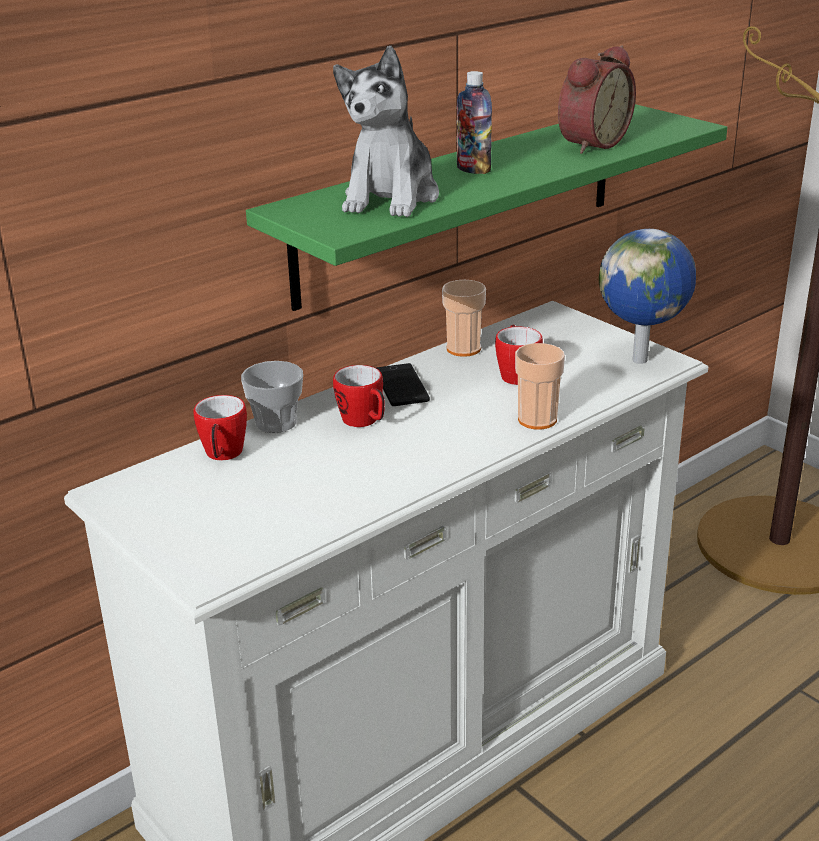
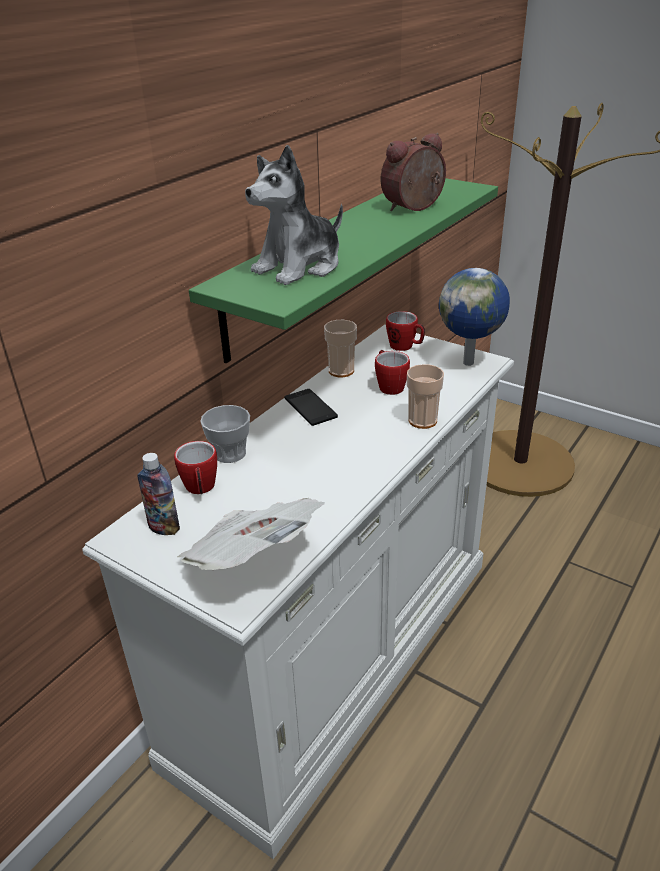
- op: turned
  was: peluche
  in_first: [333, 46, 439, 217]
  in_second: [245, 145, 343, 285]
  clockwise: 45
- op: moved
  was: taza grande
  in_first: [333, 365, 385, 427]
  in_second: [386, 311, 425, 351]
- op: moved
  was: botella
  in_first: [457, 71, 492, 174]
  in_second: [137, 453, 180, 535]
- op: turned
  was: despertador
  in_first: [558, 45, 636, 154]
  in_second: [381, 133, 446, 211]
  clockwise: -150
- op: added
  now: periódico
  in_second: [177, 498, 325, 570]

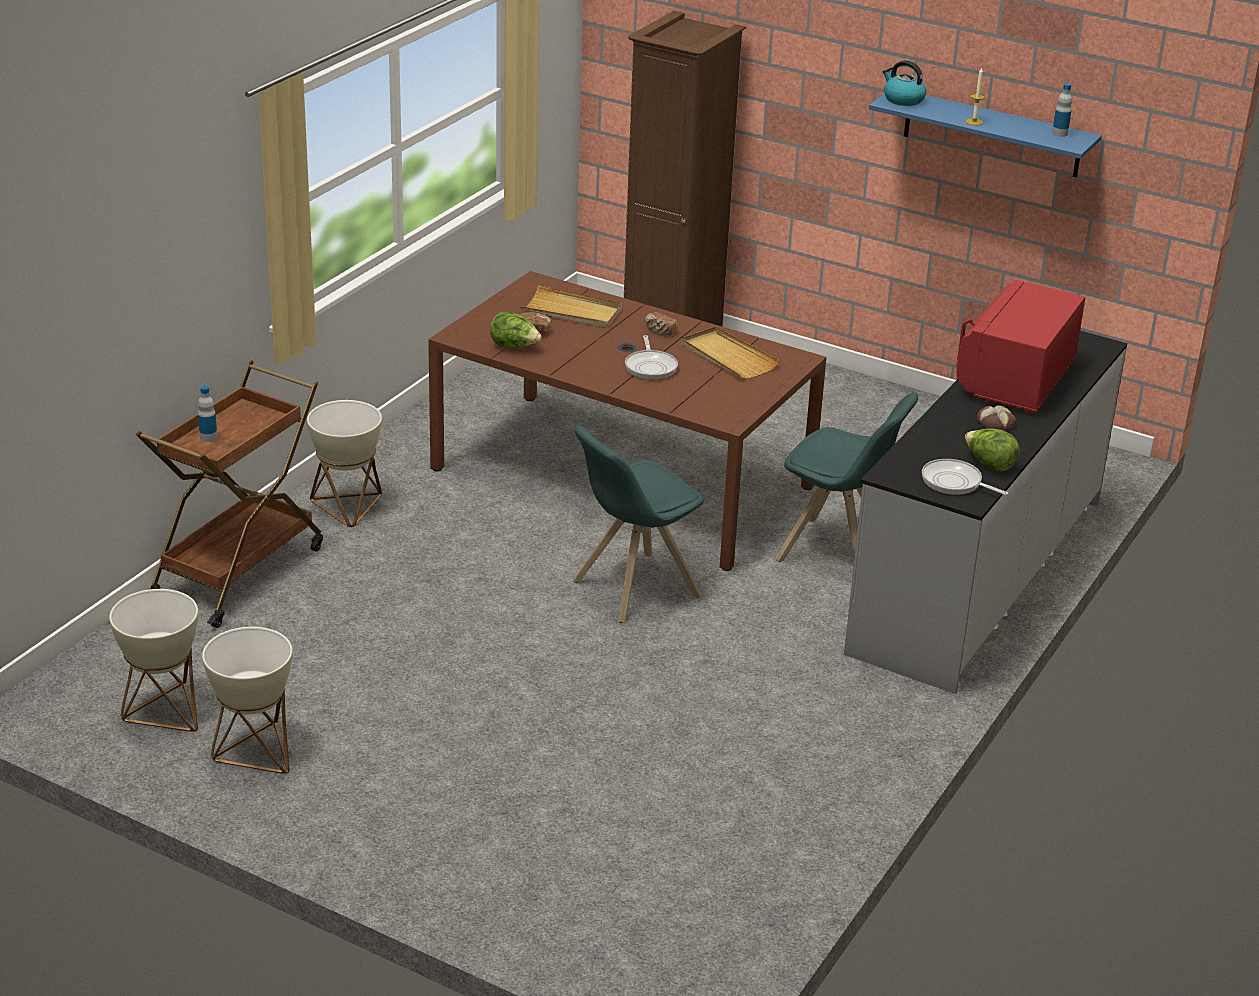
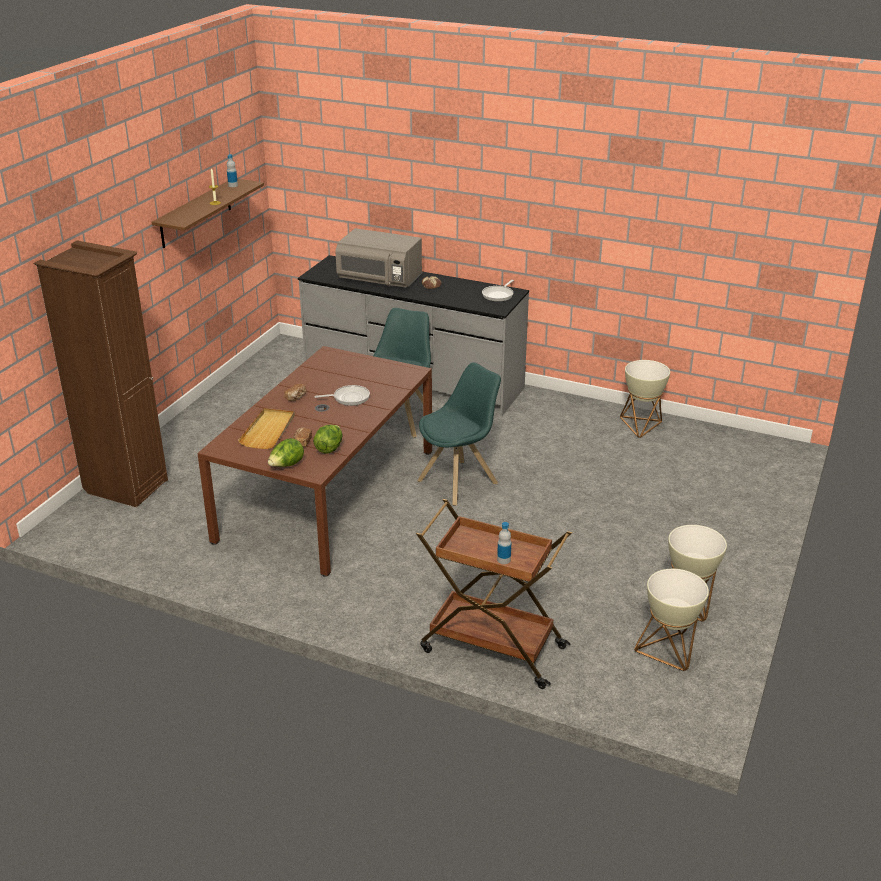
- op: moved
  was: maceta
  in_first: [307, 400, 382, 527]
  in_second: [620, 360, 670, 438]
- op: turned
  was: silla (turquesa)
  in_first: [573, 425, 704, 623]
  in_second: [417, 362, 501, 506]
  clockwise: -90
- op: removed
  was: bandeja (beis)
  in_first: [681, 327, 780, 379]
- op: recoloured
  was: estante (azul)
  now: estante (marrón)
  in_first: [869, 94, 1102, 177]
  in_second: [152, 179, 264, 248]
- op: removed
  was: hervidor
  in_first: [882, 60, 927, 106]
- op: recoloured
  was: microondas (rojo)
  now: microondas (gris)
  in_first: [956, 280, 1085, 414]
  in_second: [335, 228, 422, 288]
- op: moved
  was: lechuga
  in_first: [965, 429, 1020, 472]
  in_second: [268, 438, 304, 467]

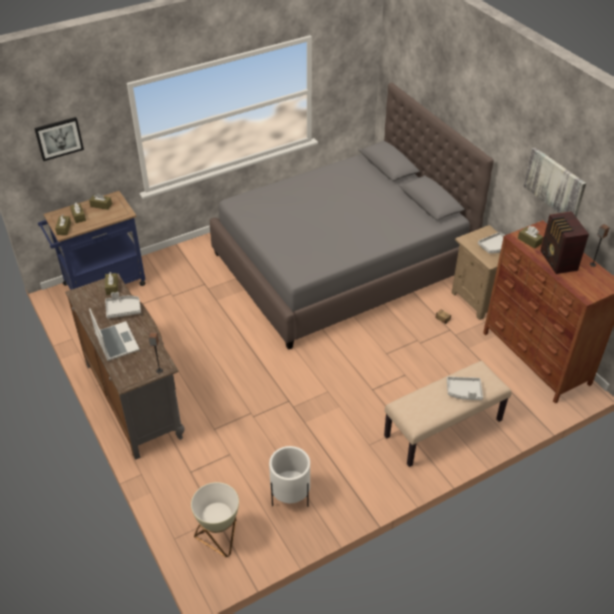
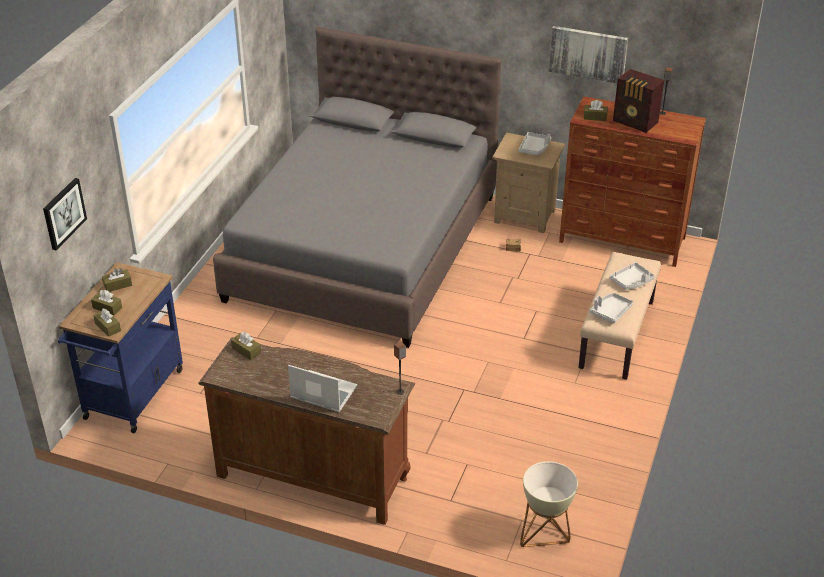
- op: recoloured
  was: cómoda (gris)
  now: cómoda (marrón)
  in_first: [65, 274, 184, 460]
  in_second: [198, 337, 415, 525]
- op: moved
  was: bandeja (gris)
  in_first: [105, 292, 141, 319]
  in_second: [590, 293, 633, 324]
- op: removed
  was: maceta (blanco)
  in_first: [269, 446, 310, 507]

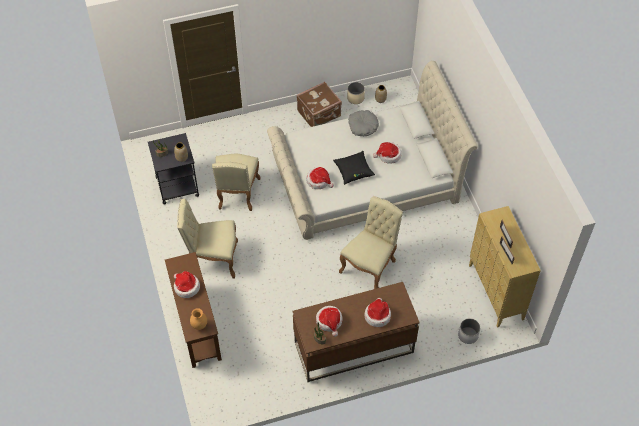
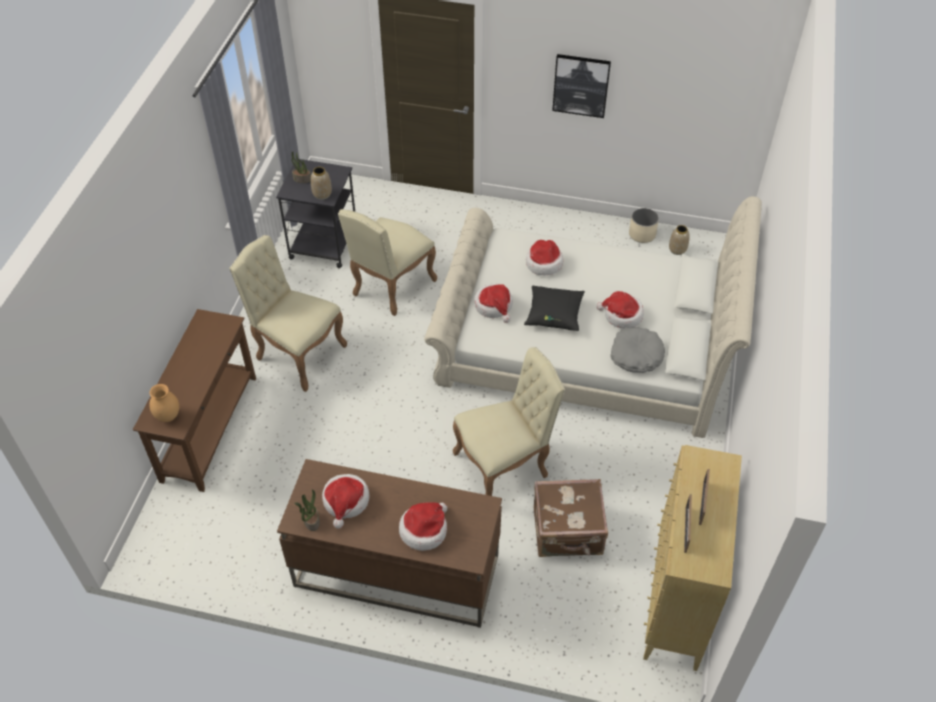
- op: moved
  was: sombrero
  in_first: [174, 271, 200, 298]
  in_second: [526, 240, 563, 275]
- op: moved
  was: maleta (marrón)
  in_first: [296, 81, 342, 127]
  in_second: [534, 479, 608, 557]
- op: moved
  was: cojín (gris)
  in_first: [348, 110, 379, 136]
  in_second: [610, 327, 665, 373]
- op: removed
  was: maceta (blanco)
  in_first: [458, 318, 480, 344]
- op: added
  now: cuadro
  in_second: [552, 54, 611, 118]

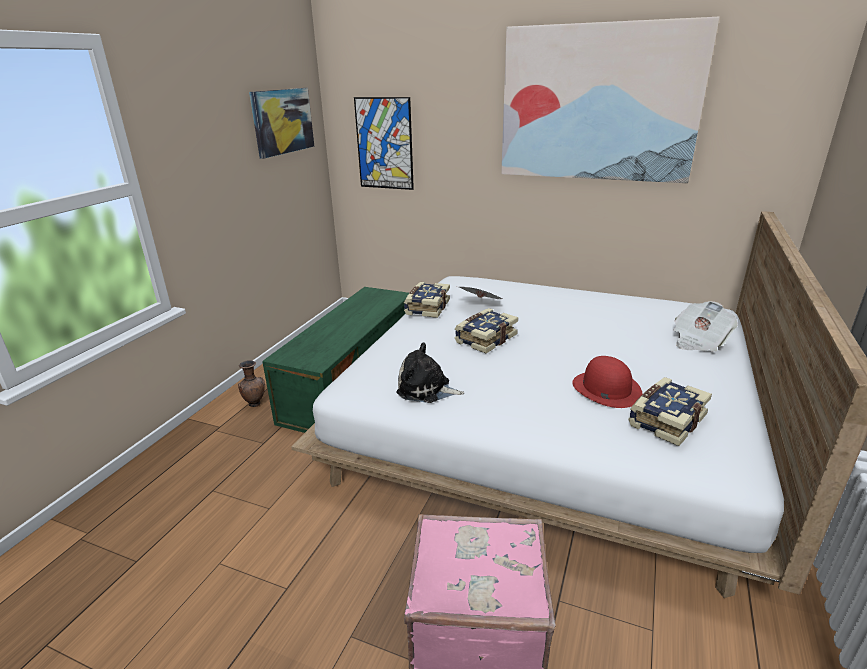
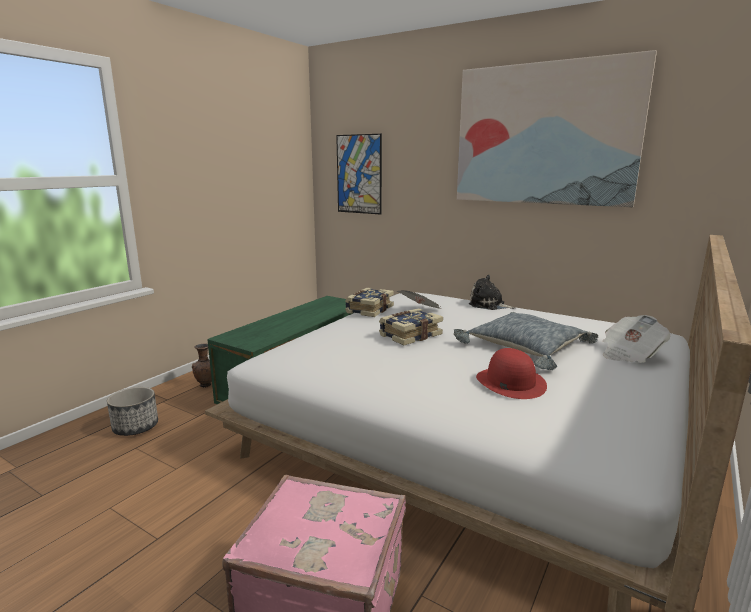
- op: removed
  was: cuadro
  in_first: [249, 88, 314, 159]
- op: moved
  was: peluche
  in_first: [396, 343, 464, 403]
  in_second: [469, 275, 515, 310]
- op: removed
  was: libro
  in_first: [628, 377, 712, 446]
- op: added
  now: maceta
  in_second: [107, 387, 158, 436]
- op: added
  now: cojín
  in_second: [453, 312, 598, 370]

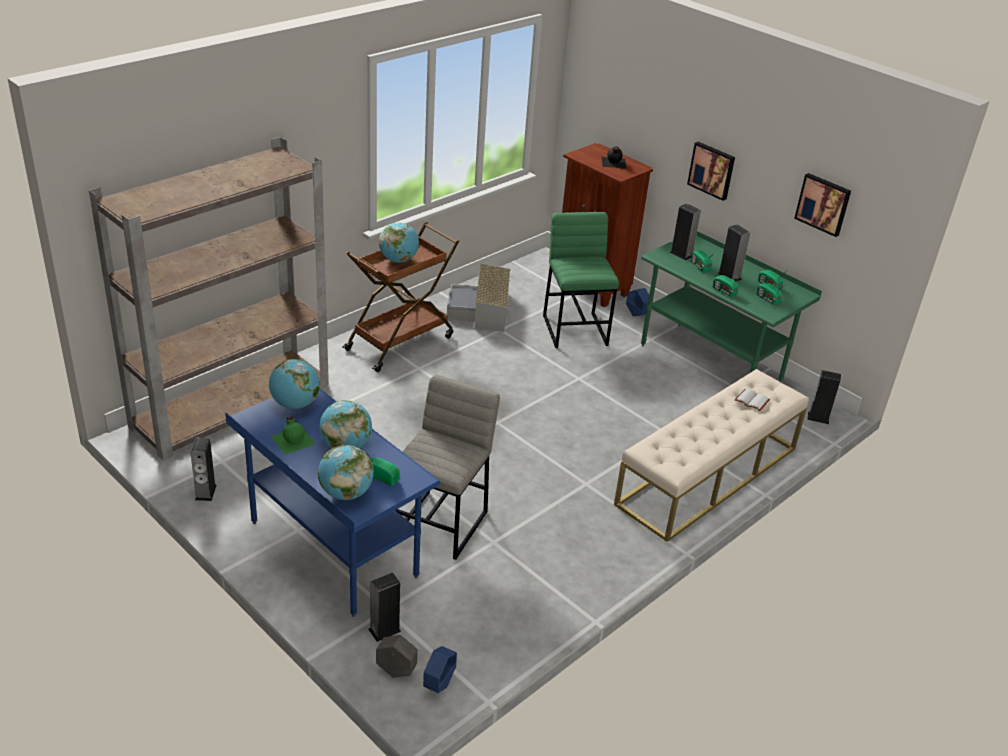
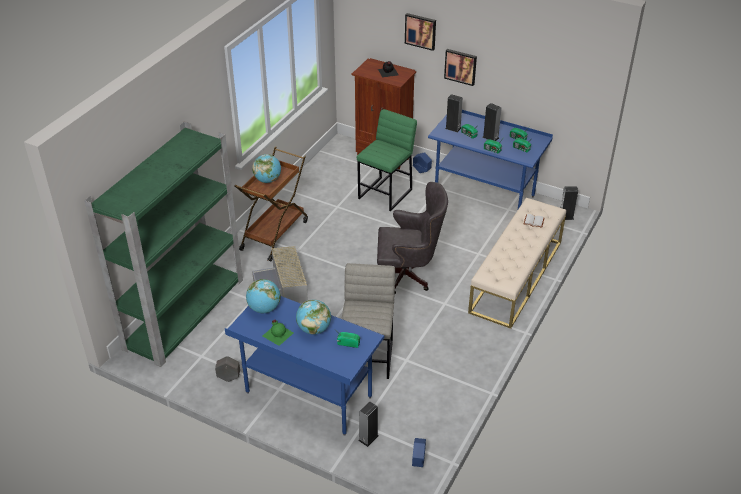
- op: recoloured
  was: estantería (marrón)
  now: estantería (verde)
  in_first: [89, 137, 329, 460]
  in_second: [84, 121, 243, 367]
- op: removed
  was: altavoz
  in_first: [191, 438, 217, 501]
- op: removed
  was: globo terráqueo
  in_first: [318, 445, 374, 500]
- op: moved
  was: maceta (gris)
  in_first: [376, 635, 418, 678]
  in_second: [215, 356, 240, 382]
- op: moved
  was: caja de almacenaje (gris)
  in_first: [447, 264, 510, 332]
  in_second: [252, 246, 308, 303]
- op: turned
  was: silla (verde)
  in_first: [543, 212, 619, 348]
  in_second: [357, 109, 417, 211]
  clockwise: 60
- op: recoloured
  was: escritorio (verde)
  now: escritorio (azul)
  in_first: [641, 231, 822, 382]
  in_second: [428, 110, 553, 211]
- op: moved
  was: cuadro
  in_first: [794, 173, 851, 237]
  in_second: [405, 13, 436, 51]
- op: added
  now: silla de oficina (gris)
  in_second: [377, 182, 448, 295]

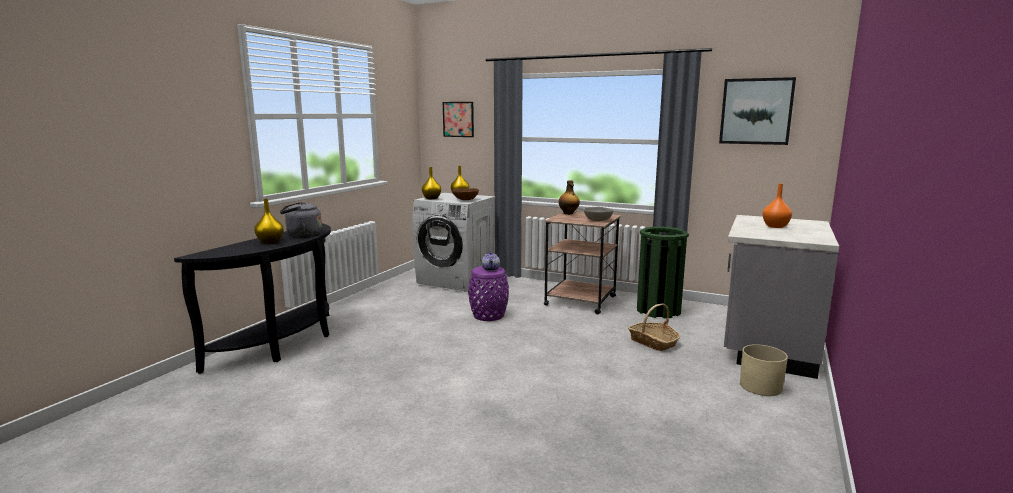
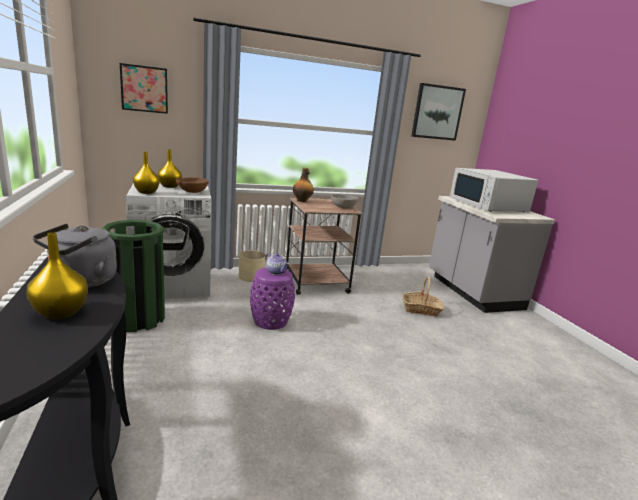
- op: moved
  was: papelera (verde)
  in_first: [637, 226, 689, 319]
  in_second: [101, 220, 165, 332]
- op: moved
  was: maceta (beis)
  in_first: [740, 344, 788, 396]
  in_second: [239, 250, 266, 282]
- op: replaced
  was: florero (naranja)
  now: microondas (blanco)
  in_first: [763, 184, 792, 228]
  in_second: [450, 168, 538, 212]

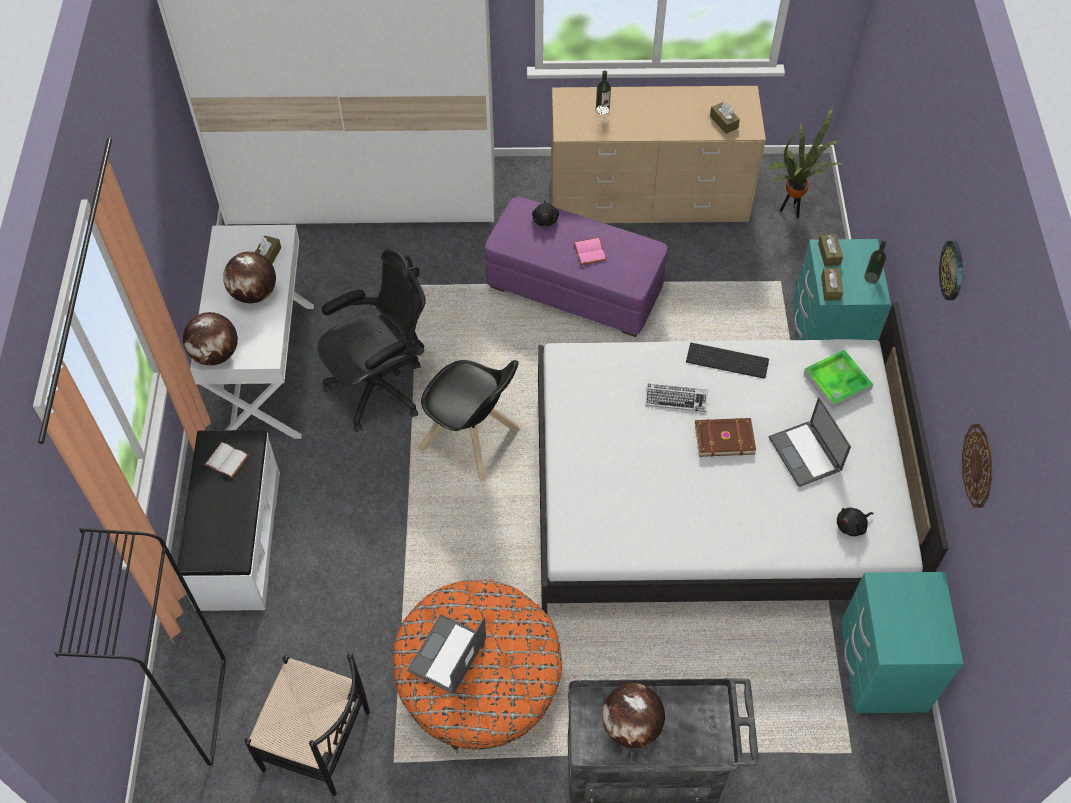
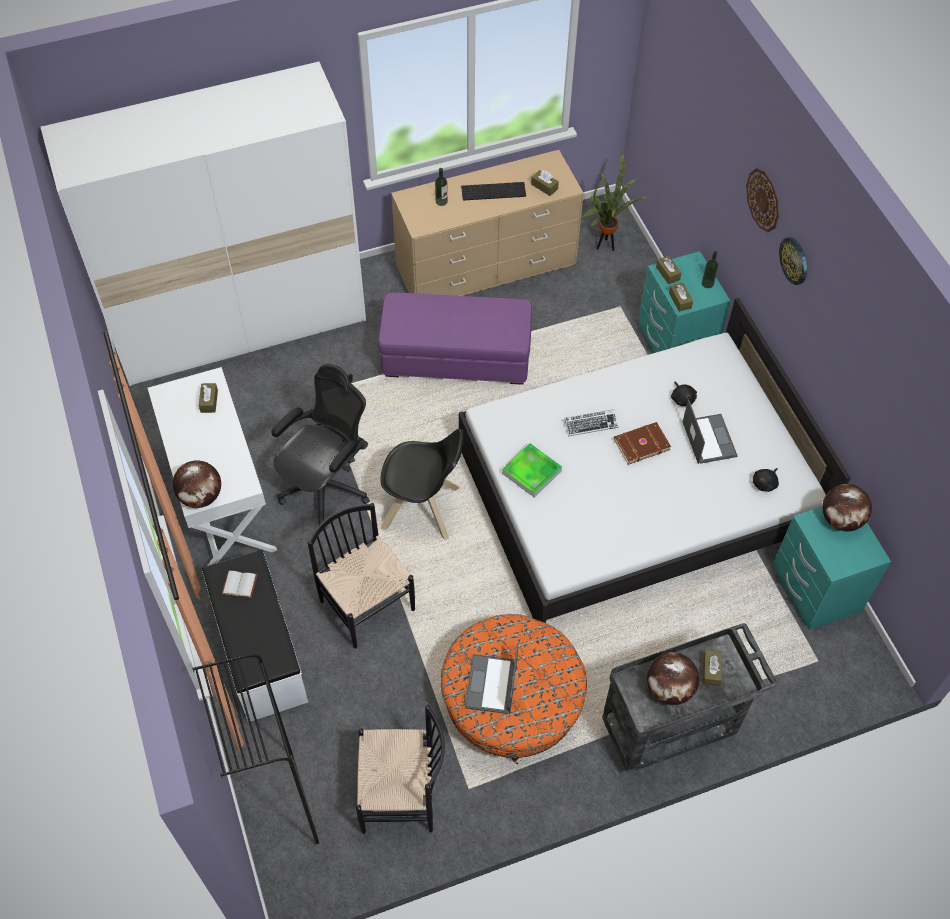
- op: moved
  was: globo terráqueo
  in_first: [223, 252, 276, 303]
  in_second: [822, 484, 872, 531]
- op: moved
  was: peluche (negro)
  in_first: [532, 201, 559, 226]
  in_second: [671, 382, 697, 406]
- op: removed
  was: libro (rosa)
  in_first: [573, 237, 607, 265]
- op: moved
  was: teclado
  in_first: [686, 343, 769, 379]
  in_second: [461, 182, 526, 201]
- op: turned
  was: portátil
  in_first: [768, 397, 851, 487]
  in_second: [683, 399, 738, 464]
  clockwise: -150
- op: moved
  was: bandeja
  in_first: [803, 349, 873, 409]
  in_second: [502, 443, 562, 498]
- op: moved
  was: reloj de pared
  in_first: [962, 424, 992, 508]
  in_second: [746, 168, 779, 232]
- op: added
  now: silla (negro)
  in_second: [308, 503, 415, 648]
- op: added
  now: caja de pañuelos (marrón)
  in_second: [703, 650, 722, 686]

